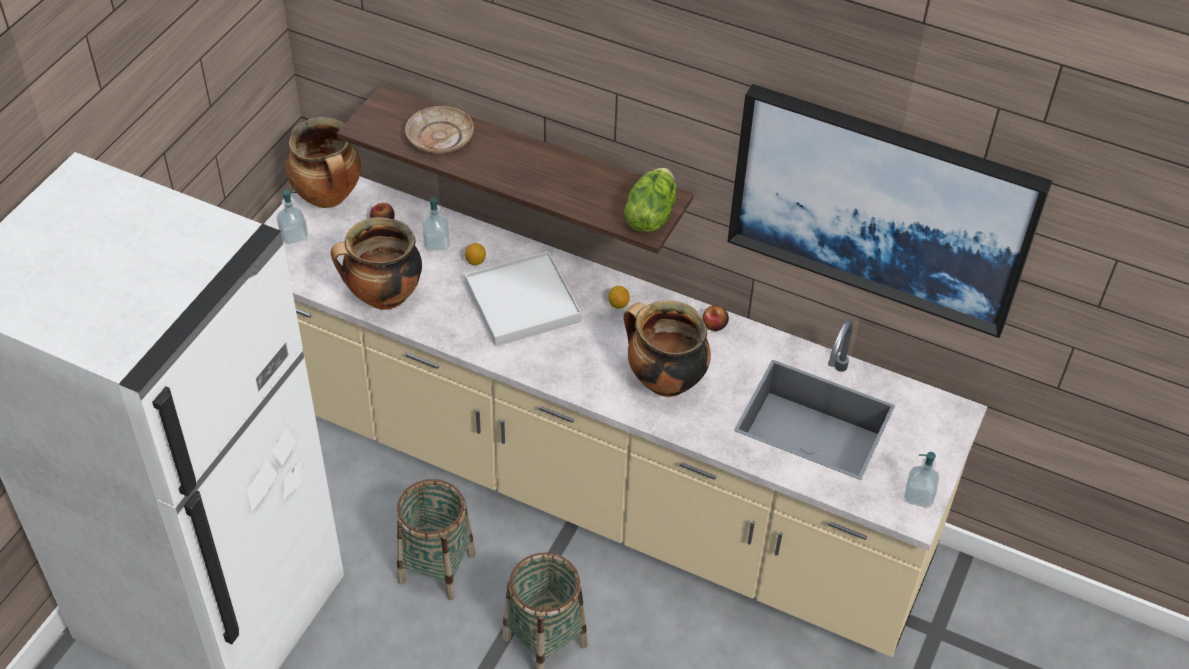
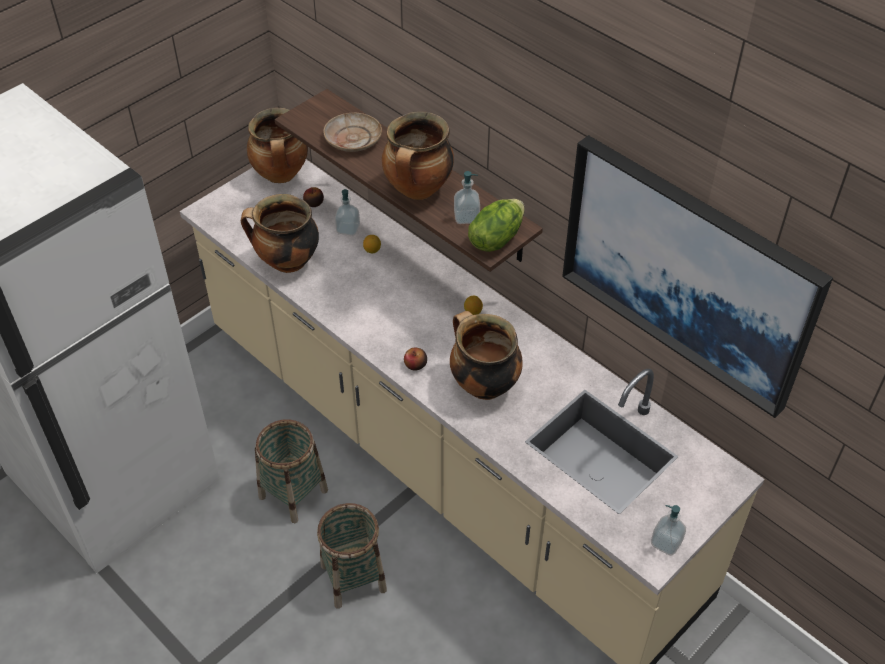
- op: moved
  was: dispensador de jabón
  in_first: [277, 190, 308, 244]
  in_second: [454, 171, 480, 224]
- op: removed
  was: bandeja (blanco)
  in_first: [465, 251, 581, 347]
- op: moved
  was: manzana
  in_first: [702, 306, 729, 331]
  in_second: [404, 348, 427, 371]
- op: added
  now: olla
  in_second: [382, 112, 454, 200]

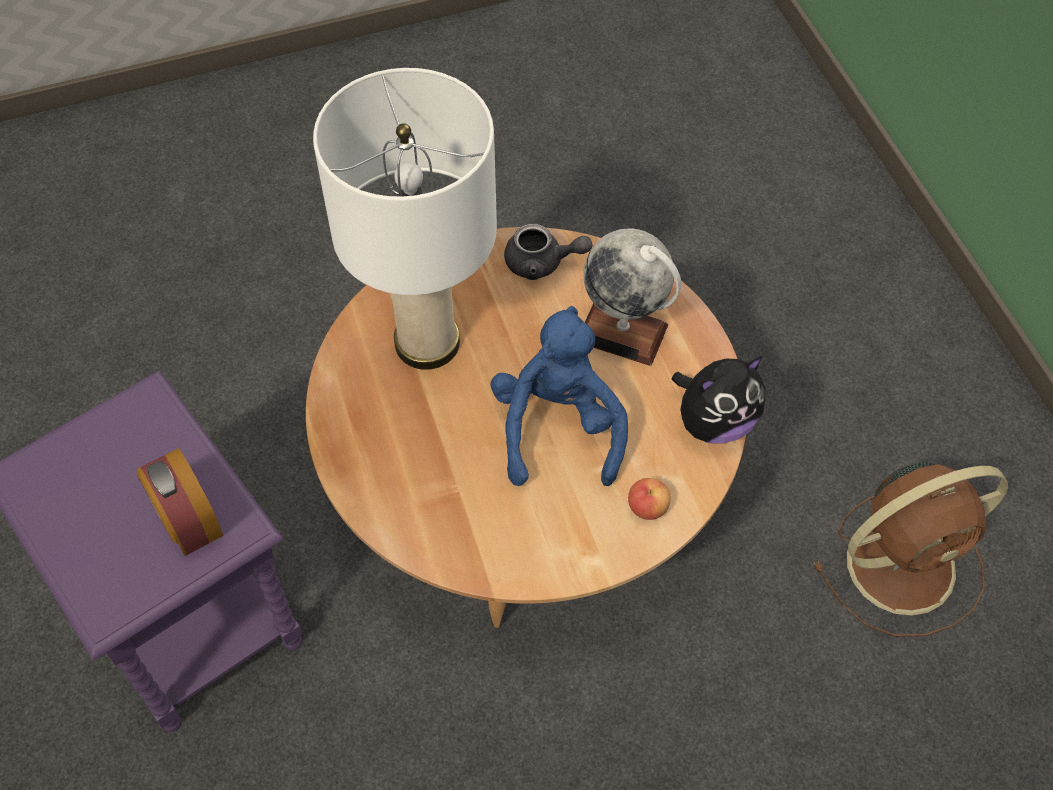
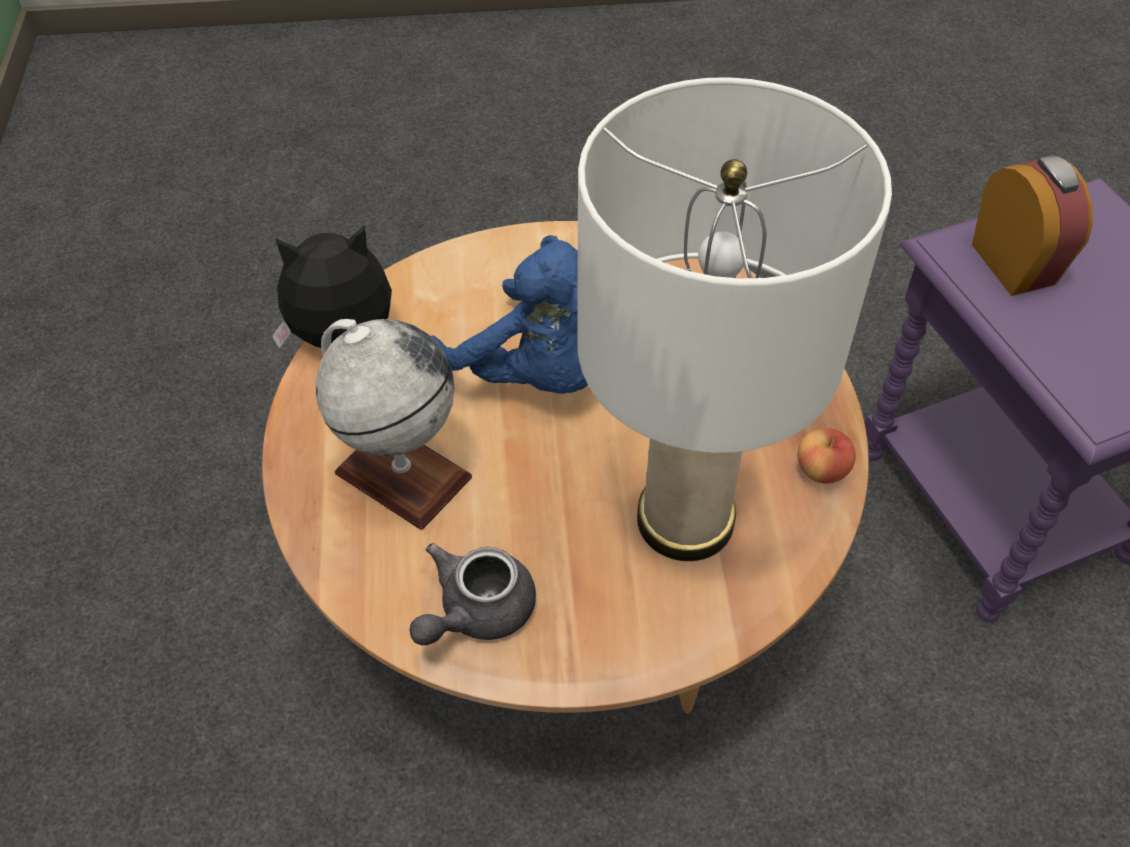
- op: turned
  was: peluche (azul)
  in_first: [490, 306, 628, 486]
  in_second: [431, 235, 588, 394]
  clockwise: -60
- op: turned
  was: tetera (gris)
  in_first: [504, 224, 592, 280]
  in_second: [410, 543, 536, 645]
  clockwise: -75
- op: moved
  was: manzana
  in_first: [628, 478, 671, 520]
  in_second: [797, 428, 856, 484]
- op: removed
  was: ventilador (marrón)
  in_first: [813, 462, 1008, 637]

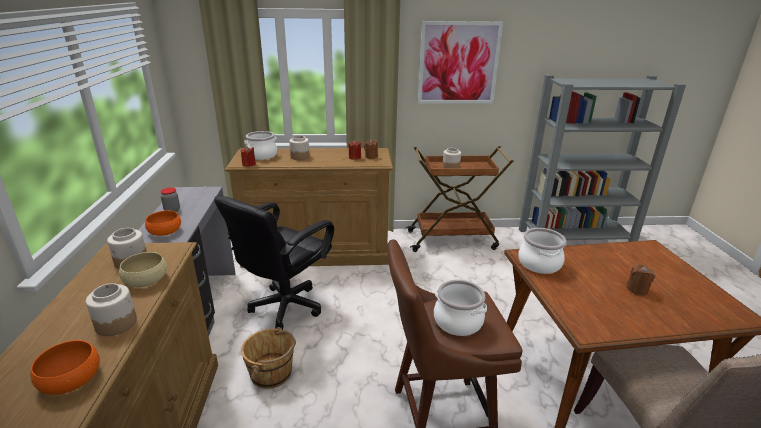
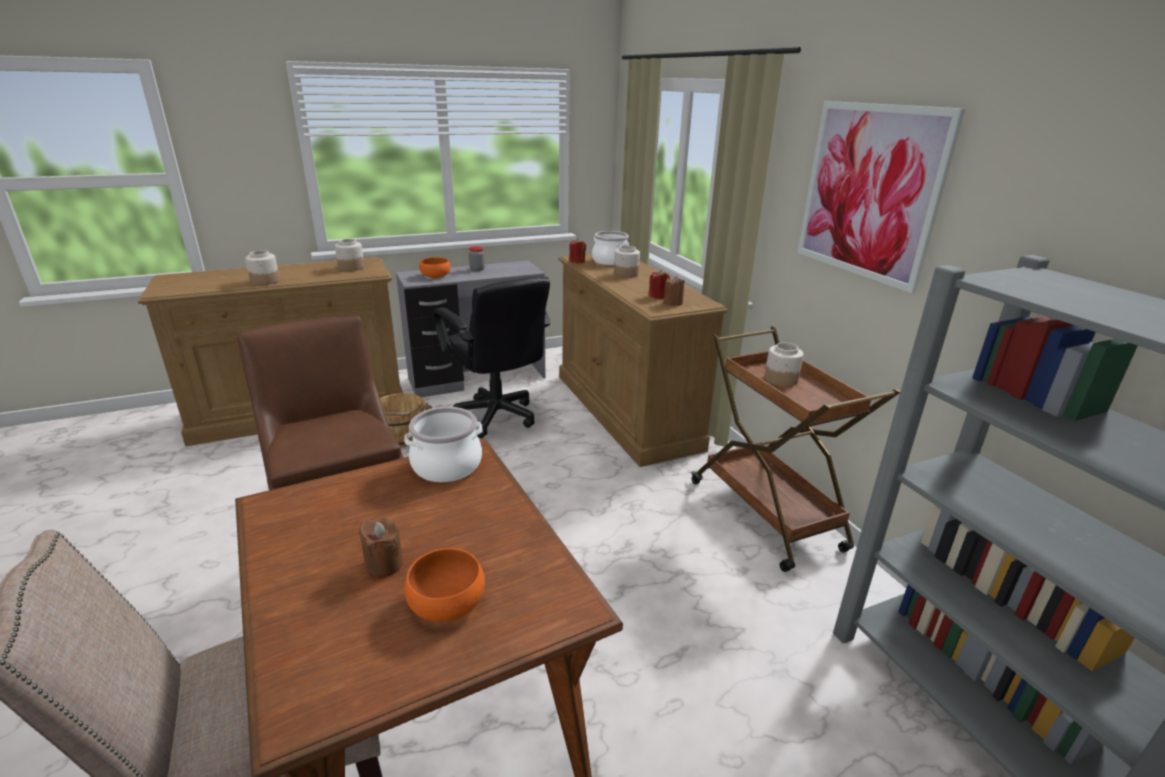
- op: moved
  was: cuenco (naranja)
  in_first: [30, 340, 100, 395]
  in_second: [404, 548, 485, 622]
- op: removed
  was: cuenco (beis)
  in_first: [119, 252, 167, 287]
- op: turned
  was: silla de oficina (negro)
  in_first: [214, 195, 334, 330]
  in_second: [434, 277, 551, 438]
  clockwise: -135
- op: removed
  was: olla
  in_first: [434, 280, 487, 336]

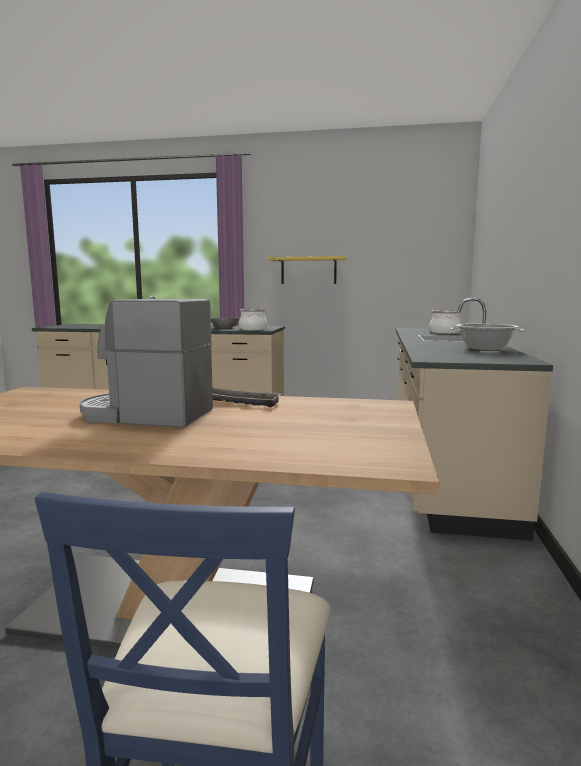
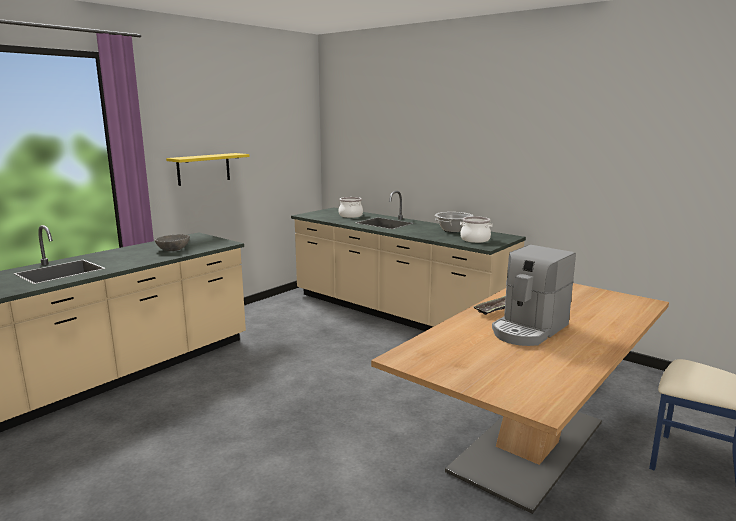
- op: moved
  was: olla
  in_first: [239, 309, 267, 330]
  in_second: [460, 216, 493, 243]

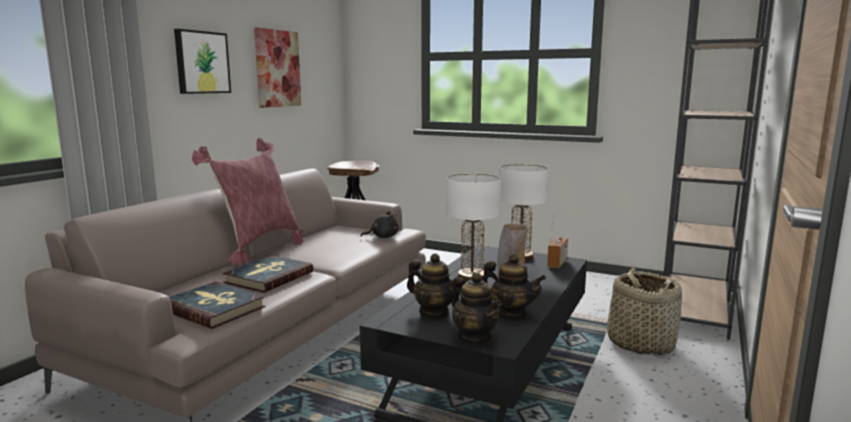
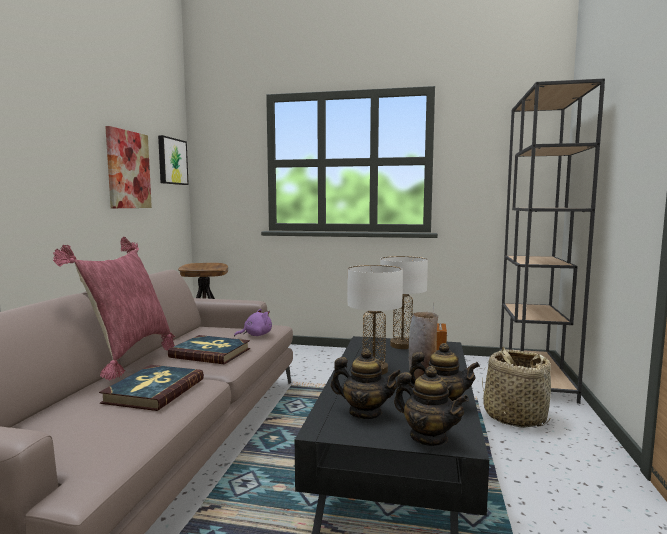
- op: moved
  was: libro
  in_first: [169, 282, 266, 329]
  in_second: [168, 335, 250, 364]
- op: moved
  was: cuadro
  in_first: [174, 29, 231, 94]
  in_second: [158, 135, 189, 185]
- op: recoloured
  was: peluche (negro)
  now: peluche (morado)
  in_first: [360, 211, 399, 238]
  in_second: [234, 309, 272, 337]

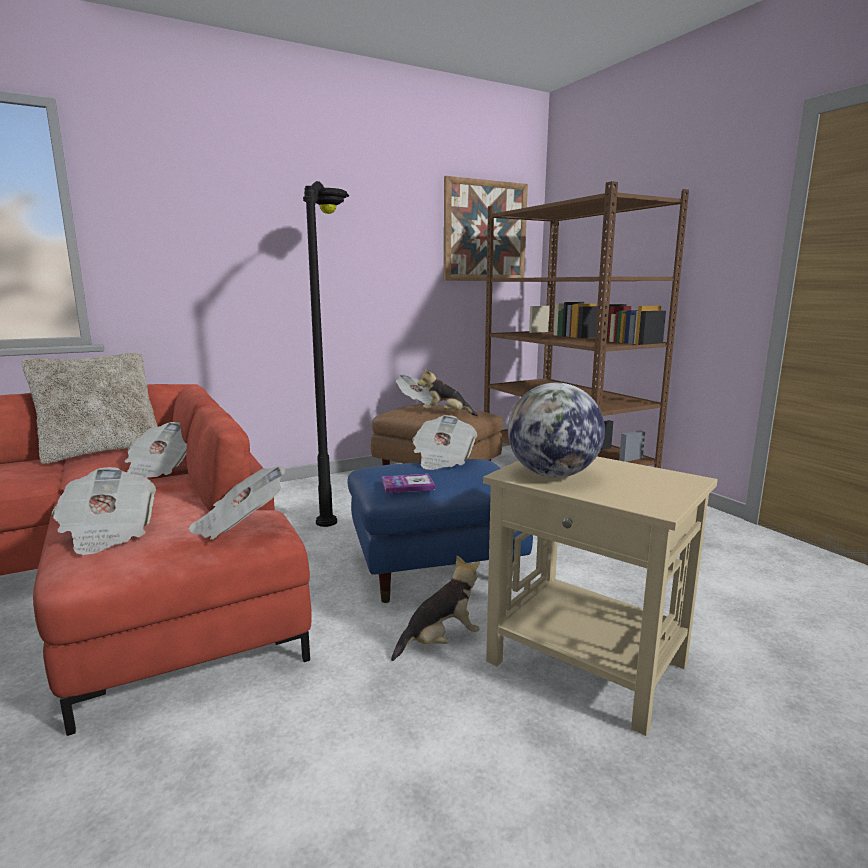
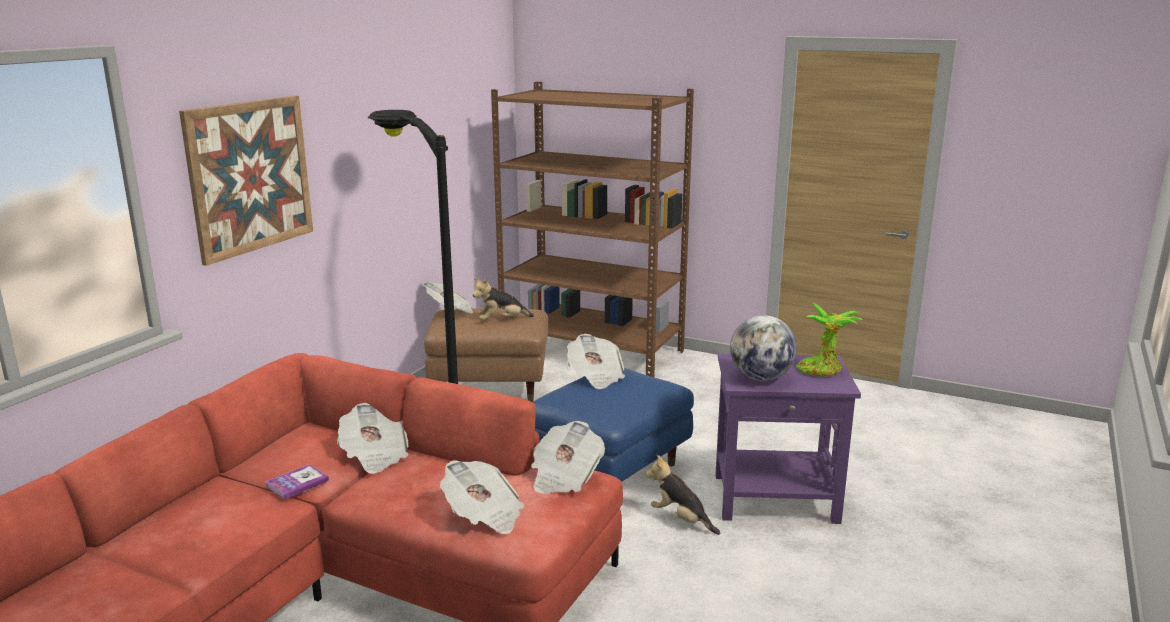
- op: removed
  was: cojín (beis)
  in_first: [21, 353, 158, 464]
- op: moved
  was: libro
  in_first: [382, 474, 435, 493]
  in_second: [266, 464, 329, 500]
- op: turned
  was: peluche
  in_first: [391, 555, 480, 661]
  in_second: [646, 455, 720, 535]
  clockwise: -75
- op: moved
  was: cuadro
  in_first: [444, 176, 528, 281]
  in_second: [179, 95, 313, 266]
- op: recoloured
  was: mesa auxiliar (beis)
  now: mesa auxiliar (morado)
  in_first: [483, 457, 718, 736]
  in_second: [715, 354, 861, 524]
- op: added
  now: planta en maceta
  in_second: [796, 303, 863, 377]

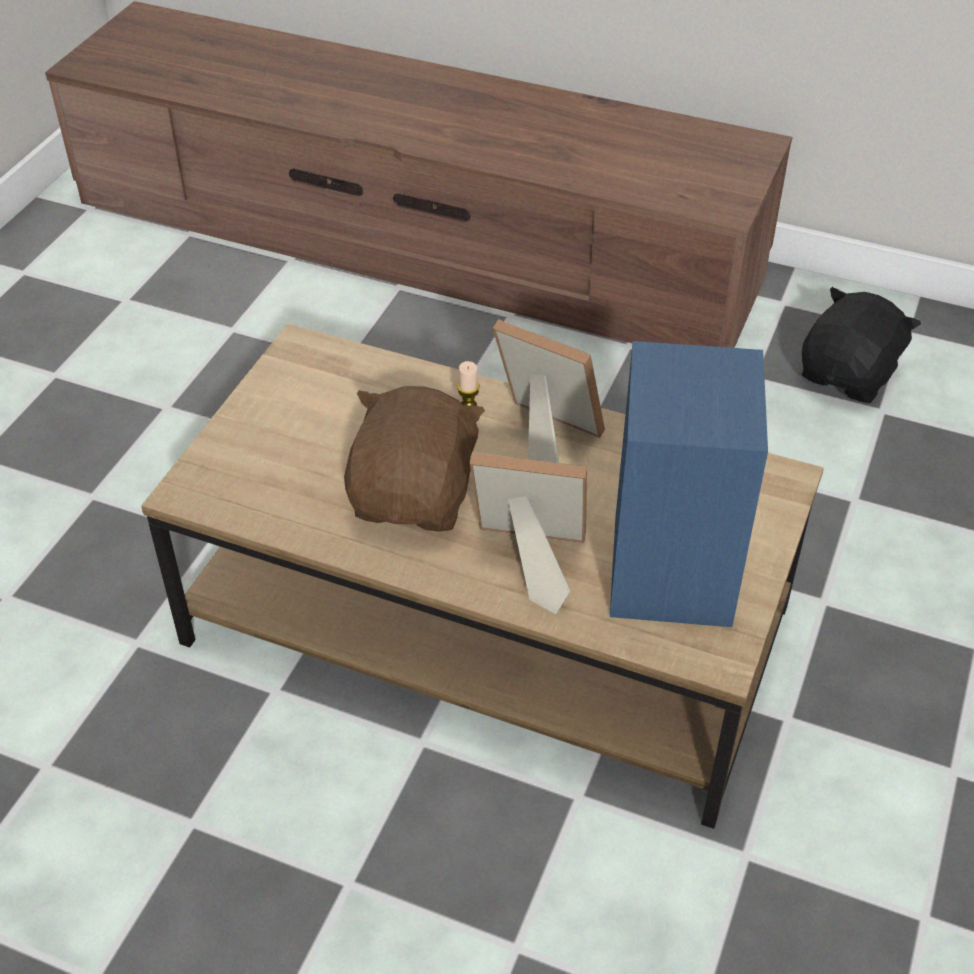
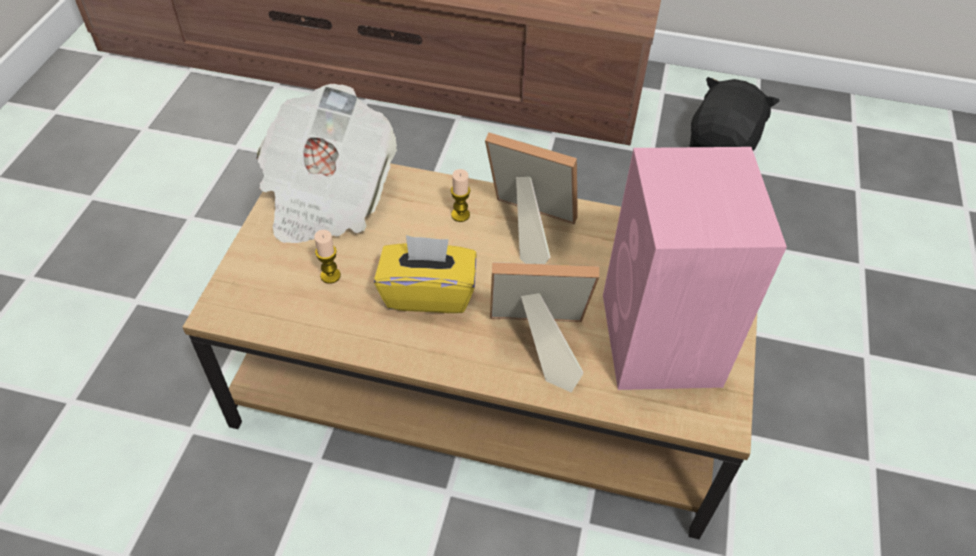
- op: replaced
  was: peluche (marrón)
  now: caja de pañuelos (amarillo)
  in_first: [344, 386, 485, 532]
  in_second: [374, 235, 477, 313]
- op: recoloured
  was: altavoz (azul)
  now: altavoz (rosa)
  in_first: [610, 341, 768, 627]
  in_second: [603, 147, 787, 390]
- op: added
  now: periódico
  in_second: [257, 84, 397, 243]
- op: added
  now: vela
  in_second: [314, 230, 341, 284]

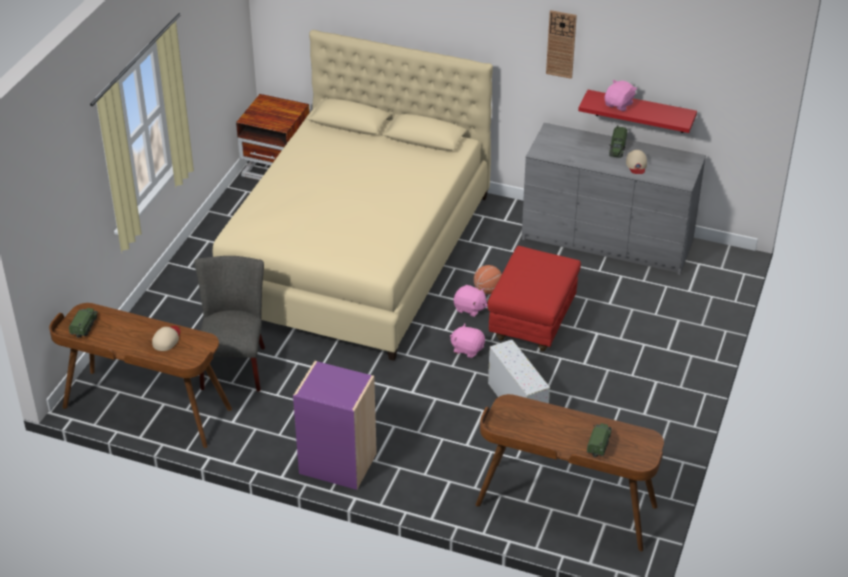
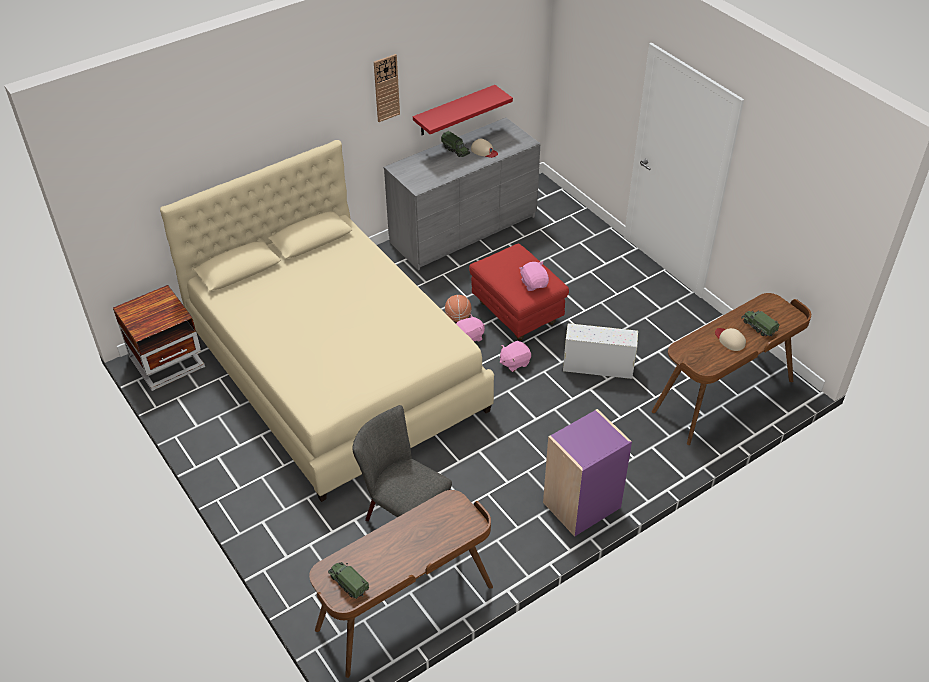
- op: moved
  was: gorra (beis)
  in_first: [152, 326, 180, 351]
  in_second: [715, 328, 746, 351]
- op: moved
  was: peluche (rosa)
  in_first: [605, 80, 637, 111]
  in_second: [520, 262, 549, 291]

